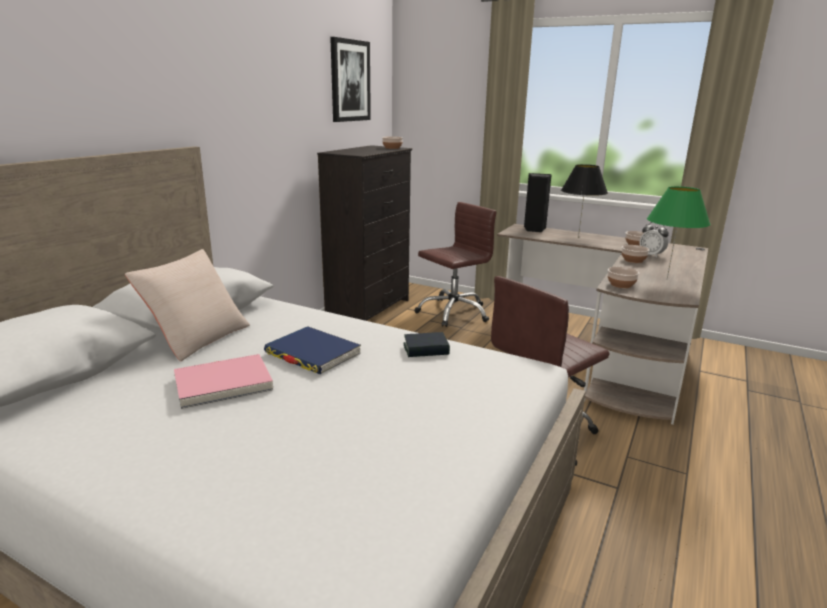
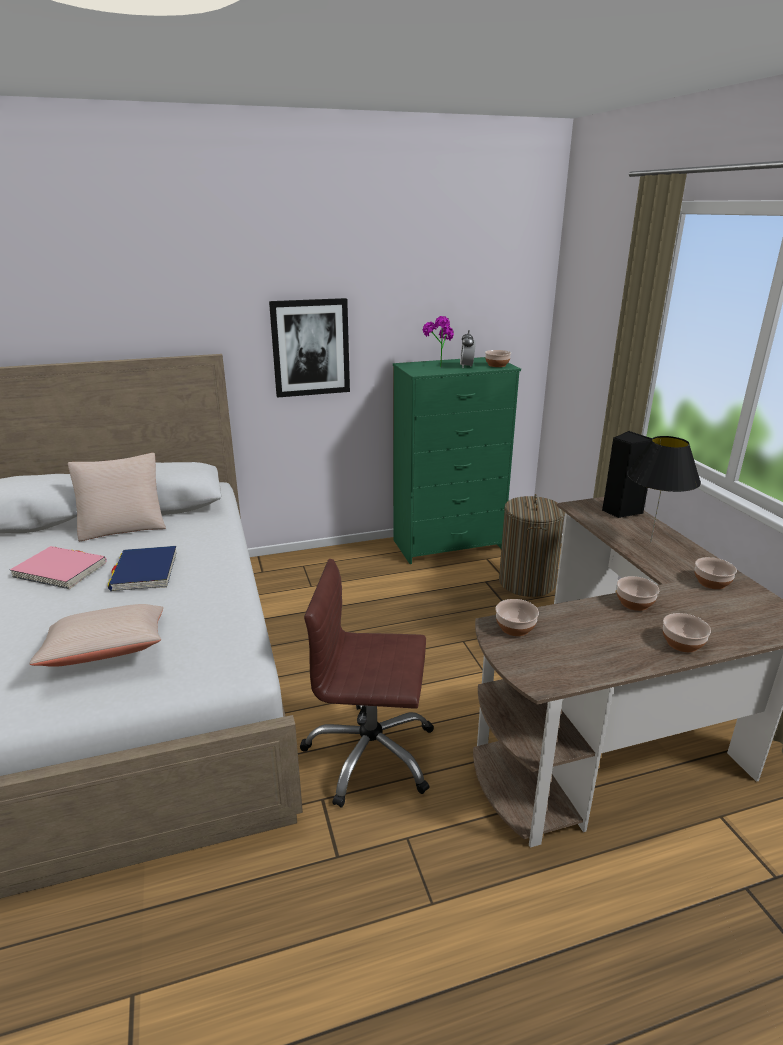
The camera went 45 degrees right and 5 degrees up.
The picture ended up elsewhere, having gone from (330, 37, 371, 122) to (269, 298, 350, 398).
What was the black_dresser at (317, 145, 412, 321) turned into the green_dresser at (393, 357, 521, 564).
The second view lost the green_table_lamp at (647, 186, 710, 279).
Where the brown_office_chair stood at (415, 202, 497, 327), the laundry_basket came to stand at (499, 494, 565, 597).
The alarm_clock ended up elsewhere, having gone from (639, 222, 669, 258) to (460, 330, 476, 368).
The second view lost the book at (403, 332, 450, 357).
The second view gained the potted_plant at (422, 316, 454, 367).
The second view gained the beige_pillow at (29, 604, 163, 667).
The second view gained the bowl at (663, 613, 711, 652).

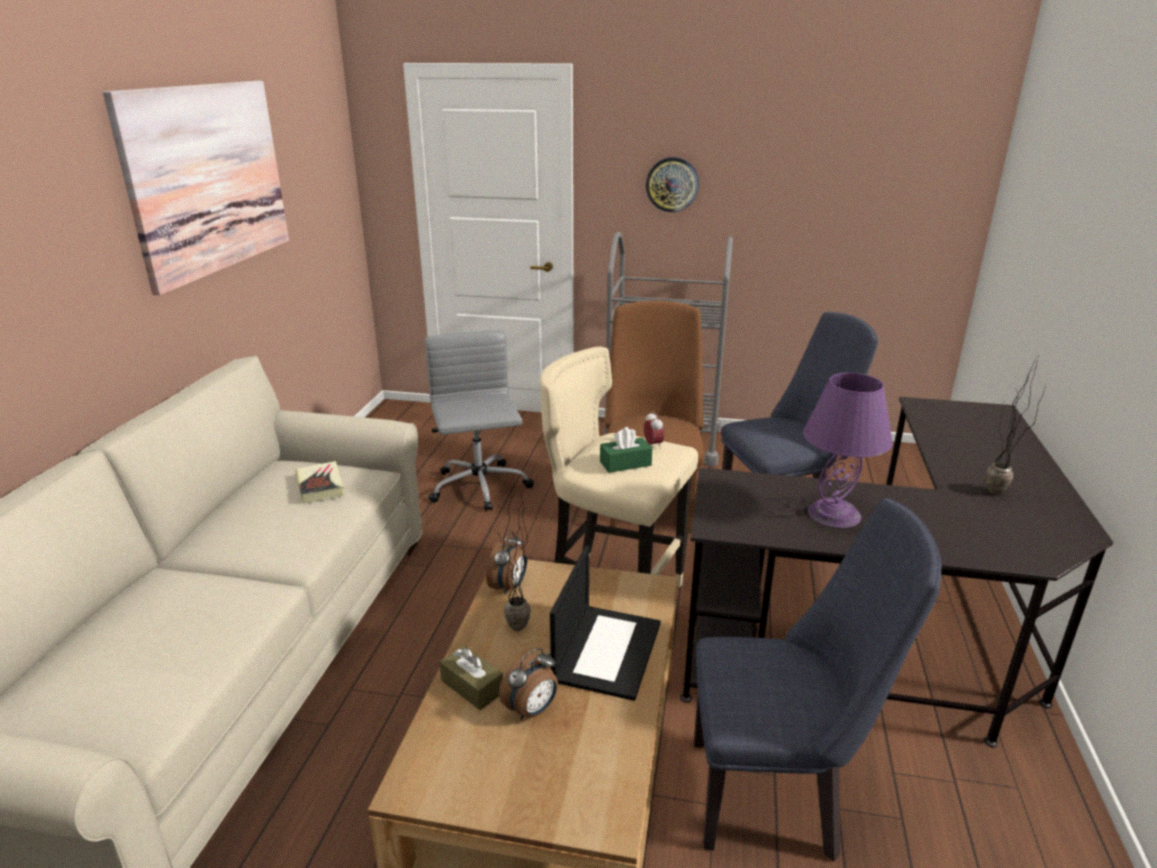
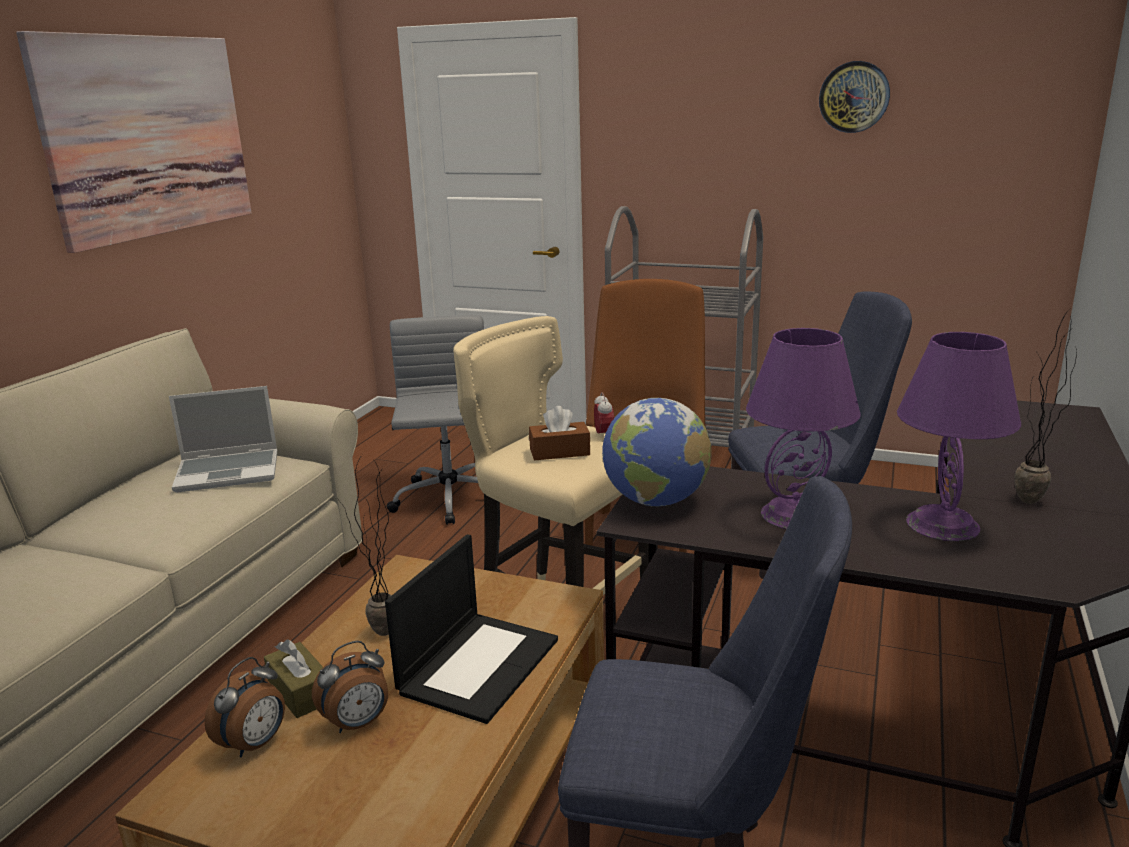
The camera went 10 degrees right and 5 degrees down.
The wall_clock ended up elsewhere, having gone from (646, 157, 699, 212) to (819, 61, 890, 133).
What was the green_tissue_box at (600, 427, 652, 473) turned into the brown_tissue_box at (529, 406, 590, 460).
Where the book stood at (295, 461, 344, 504), the laptop came to stand at (169, 386, 277, 493).
The alarm_clock ended up elsewhere, having gone from (486, 531, 527, 595) to (204, 657, 285, 758).
The second view gained the purple_table_lamp at (897, 332, 1021, 541).
The second view gained the globe at (602, 398, 712, 507).

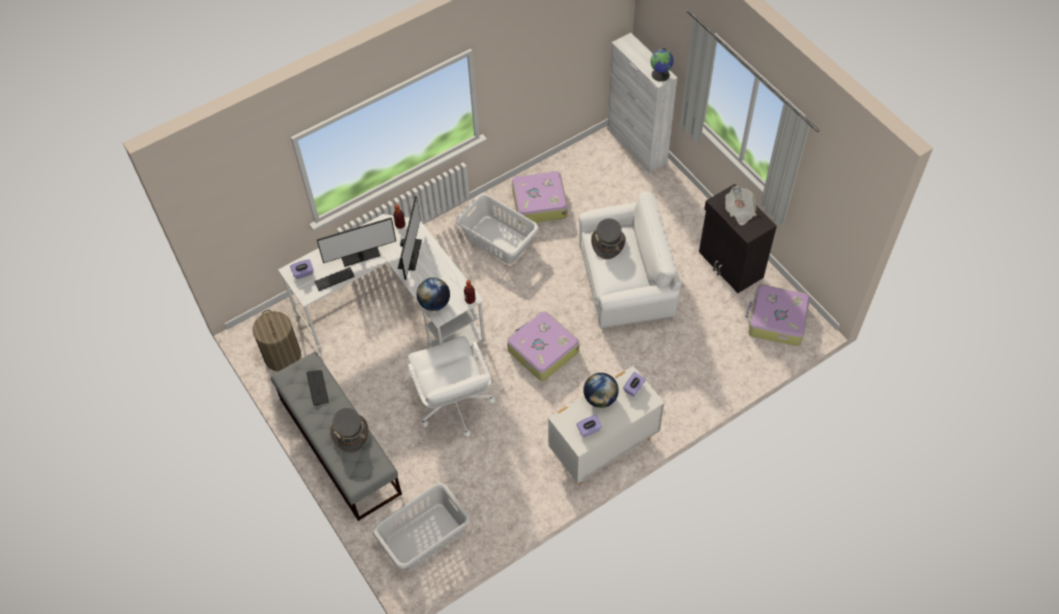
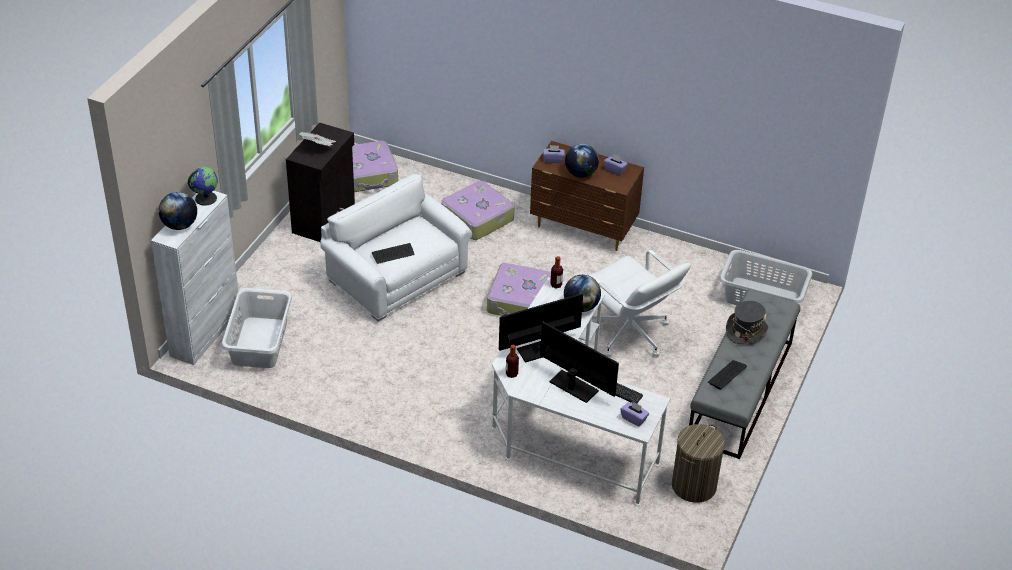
The camera went 125 degrees left and 15 degrees down.
The suitcase ended up elsewhere, having gone from (512, 171, 568, 224) to (441, 181, 515, 240).
The white_laundry_basket ended up elsewhere, having gone from (456, 194, 539, 264) to (222, 288, 292, 368).
Where the grey_hat stood at (591, 218, 626, 259), the keyboard came to stand at (372, 243, 414, 264).
The white_office_chair at (408, 336, 495, 437) ended up facing another way, 105 degrees clockwise from before.
What was the white_dresser at (548, 366, 664, 485) turned into the brown_dresser at (530, 141, 644, 251).
The second view gained the globe at (159, 192, 197, 230).

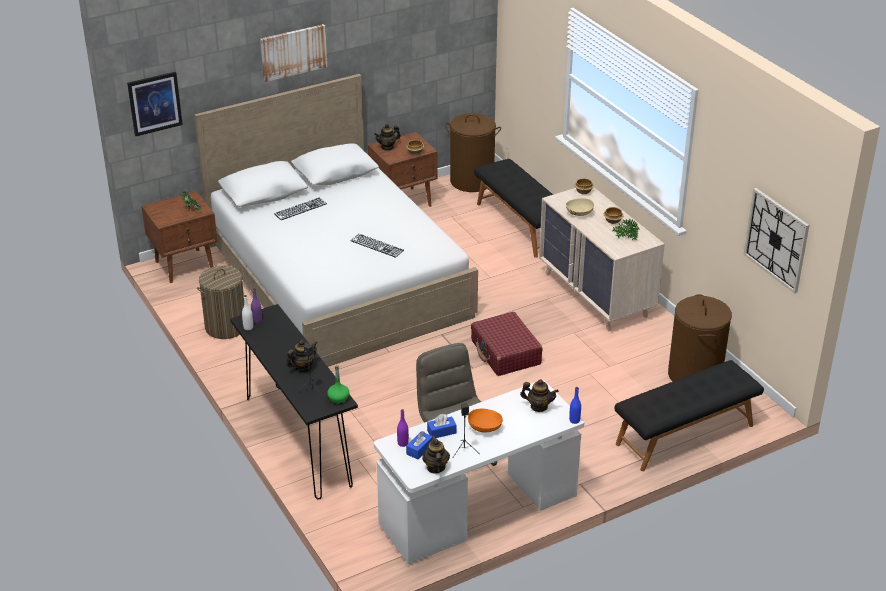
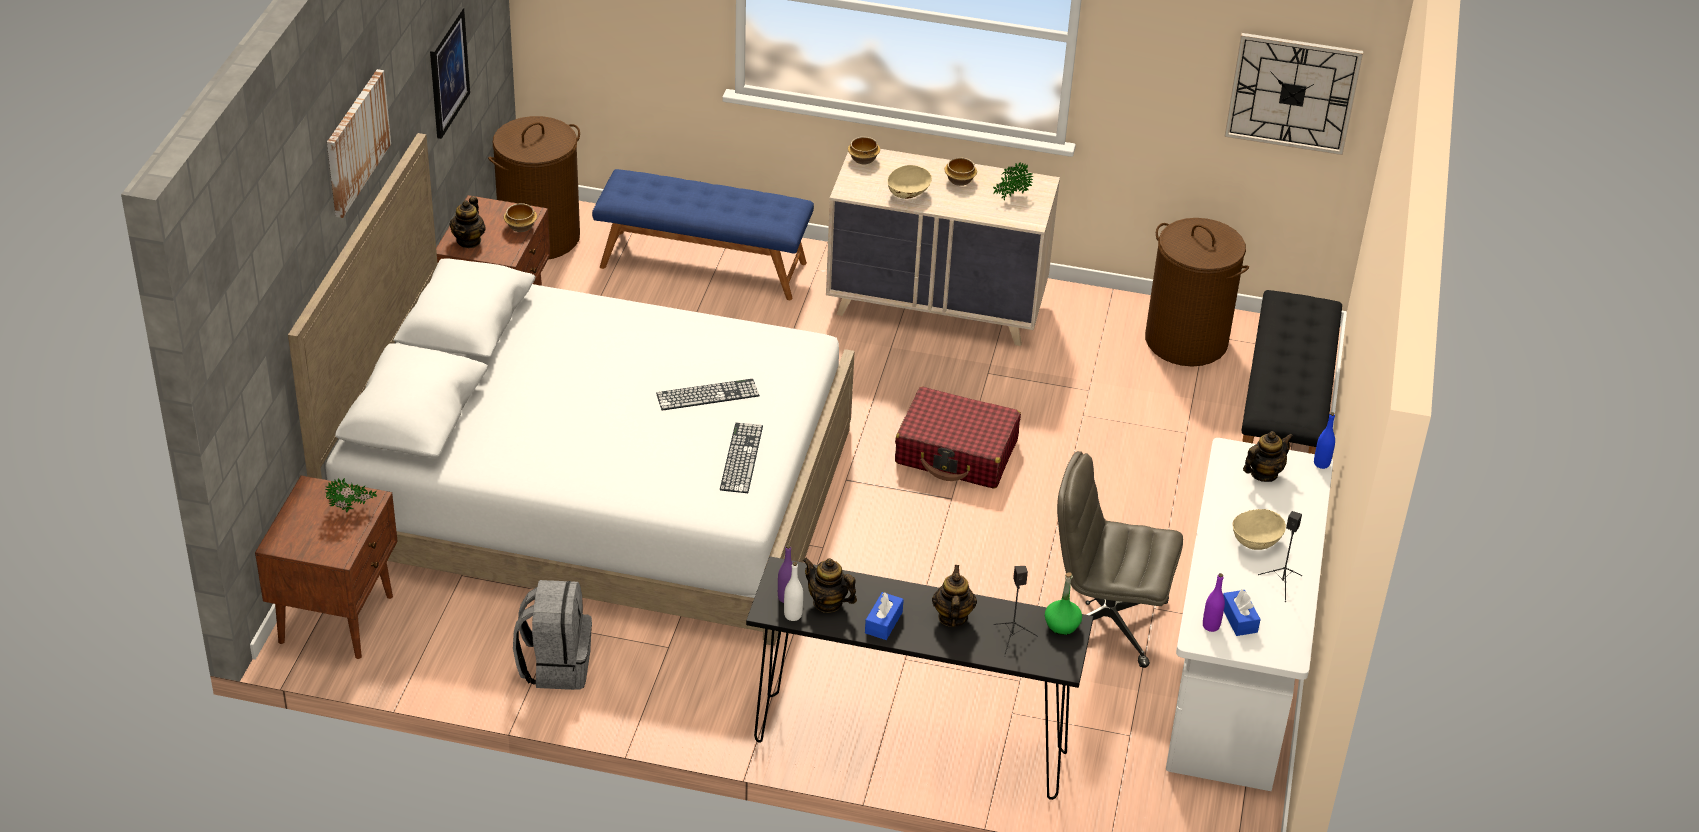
The camera went 50 degrees left and 5 degrees up.
The picture ended up elsewhere, having gone from (127, 72, 183, 136) to (430, 7, 470, 139).
What was the black_bench at (474, 159, 553, 258) turned into the blue_bench at (592, 169, 814, 300).
The keyboard ended up elsewhere, having gone from (274, 197, 327, 220) to (720, 423, 763, 493).
Where the laundry_basket stood at (197, 266, 244, 339), the grey_backpack came to stand at (513, 580, 592, 690).
What was the orange_bowl at (468, 408, 503, 432) turned into the beige_bowl at (1232, 509, 1286, 550).
The blue_tissue_box ended up elsewhere, having gone from (427, 414, 457, 438) to (865, 592, 904, 640).
The teapot ended up elsewhere, having gone from (422, 435, 450, 474) to (802, 558, 857, 613).

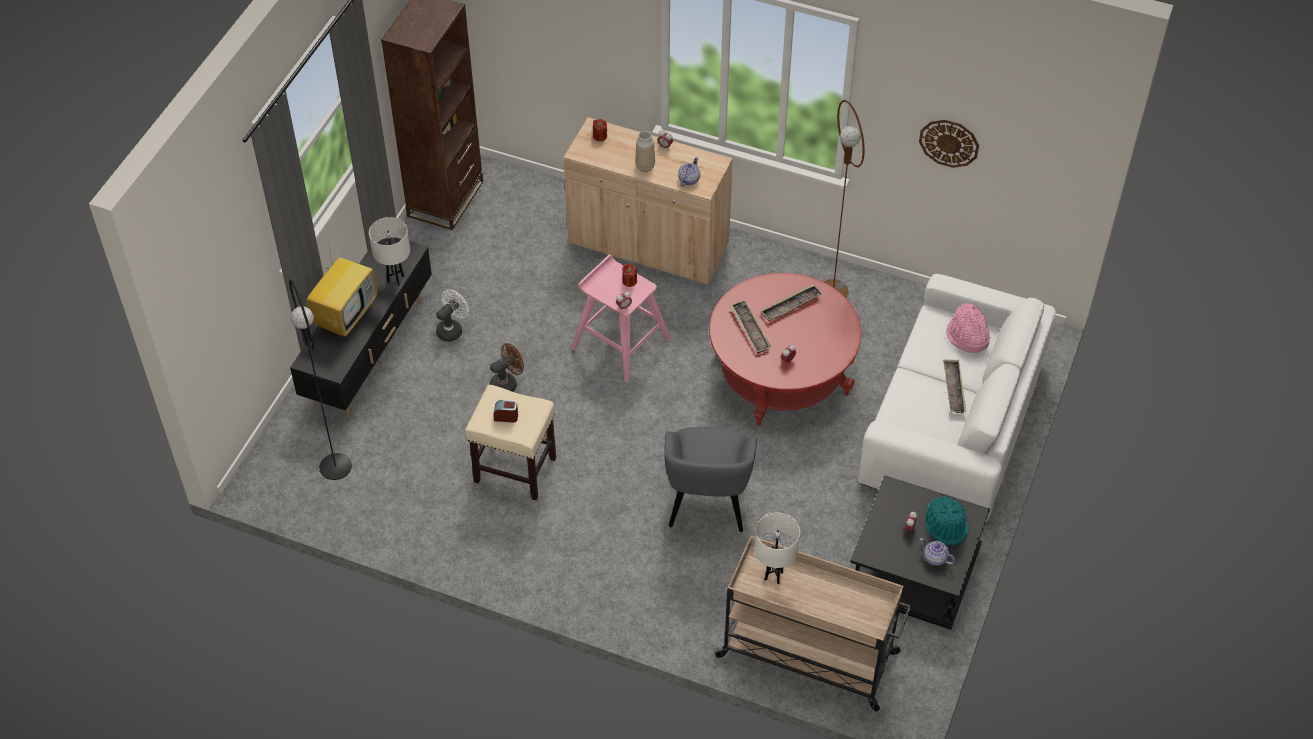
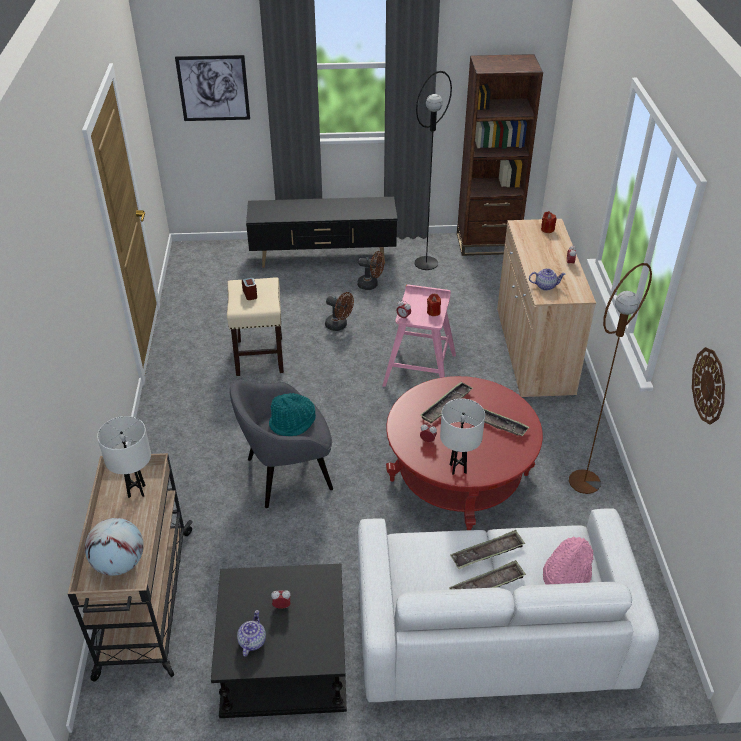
The camera went 65 degrees right and 10 degrees down.
The second view lost the vase at (635, 131, 655, 172).
The white_table_lamp ended up elsewhere, having gone from (369, 217, 410, 285) to (440, 399, 485, 475).
The second view lost the television at (306, 240, 377, 337).
The black_floor_lamp ended up elsewhere, having gone from (289, 279, 352, 480) to (414, 71, 452, 270).
What was the white_fan at (436, 289, 469, 342) turned into the brown_fan at (357, 251, 384, 290).
The turquoise_hat ended up elsewhere, having gone from (926, 496, 969, 545) to (269, 393, 316, 436).
The second view gained the picture at (175, 55, 250, 121).
The second view gained the globe at (85, 518, 144, 576).
The second view gained the tray at (450, 530, 525, 569).

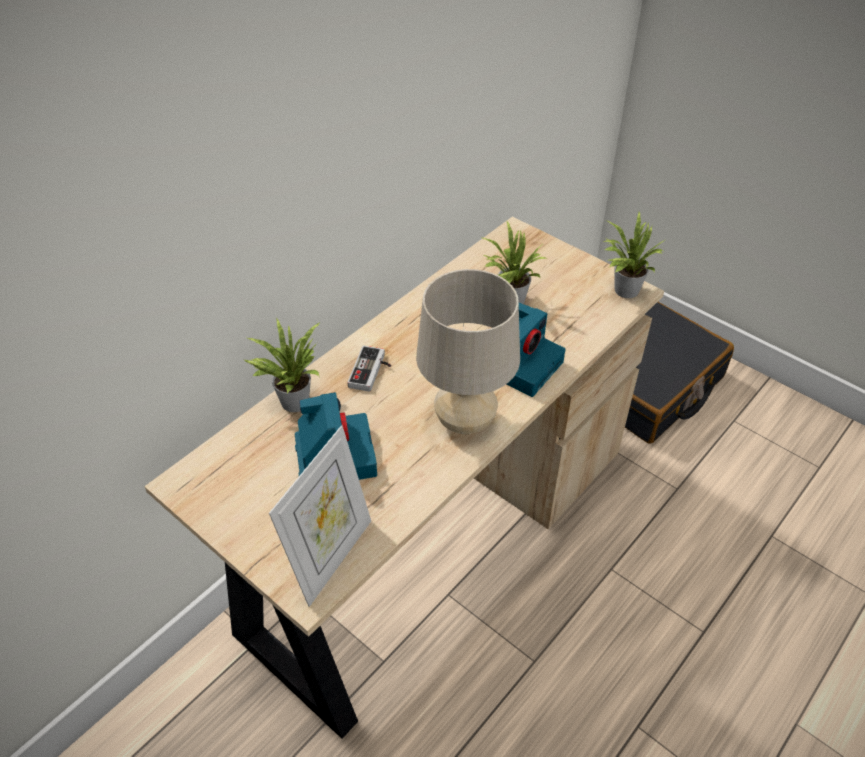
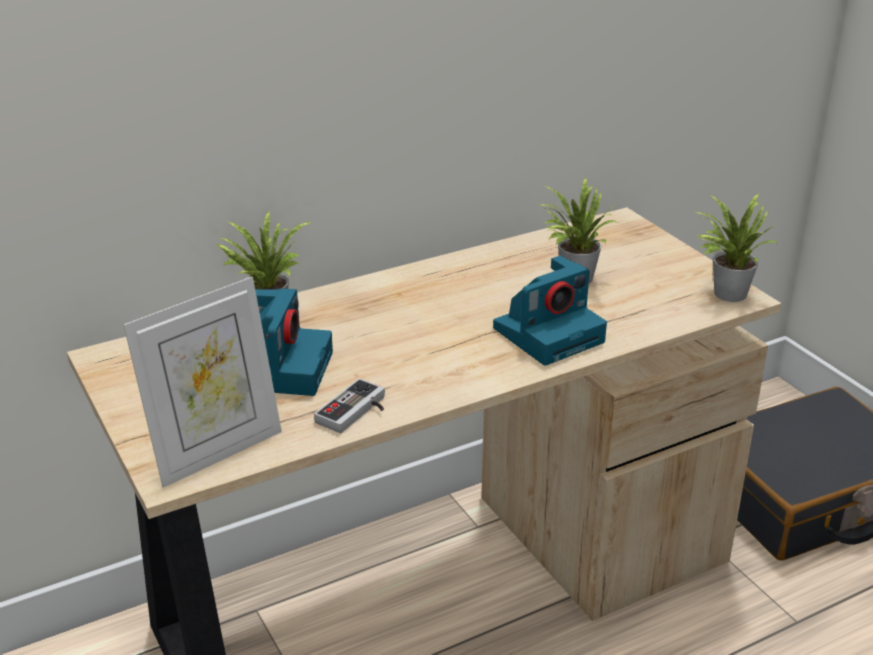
The camera went 20 degrees right and 15 degrees down.
The second view lost the beige_table_lamp at (416, 269, 520, 434).
The game_controller ended up elsewhere, having gone from (347, 346, 391, 392) to (314, 378, 385, 433).

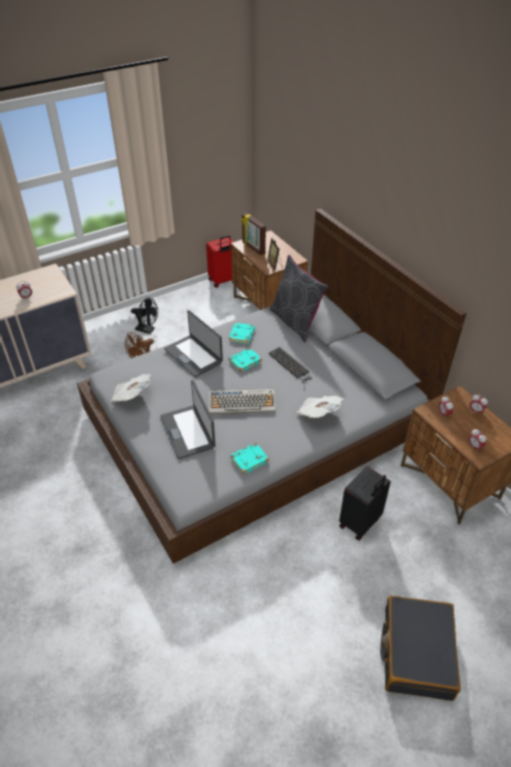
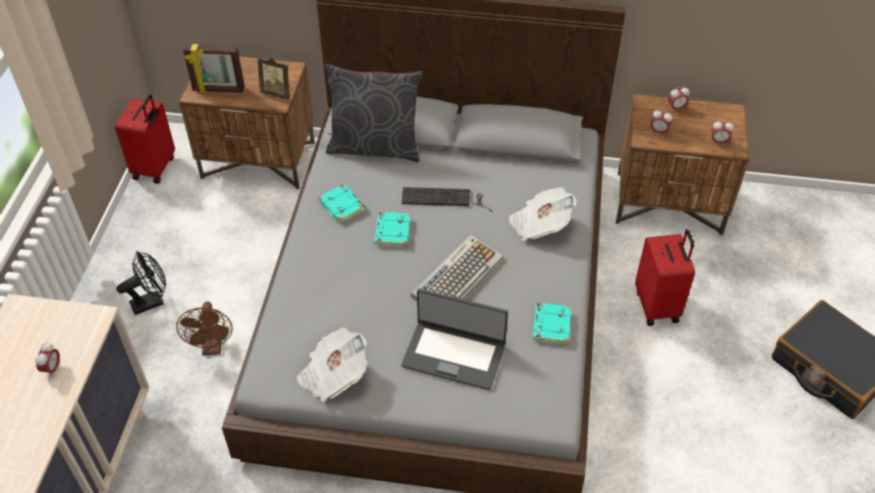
The camera went 50 degrees left and 5 degrees up.
The second view lost the laptop at (164, 310, 223, 377).
What was the black_suitcase at (339, 466, 391, 541) turned into the red_suitcase at (635, 229, 695, 326).

